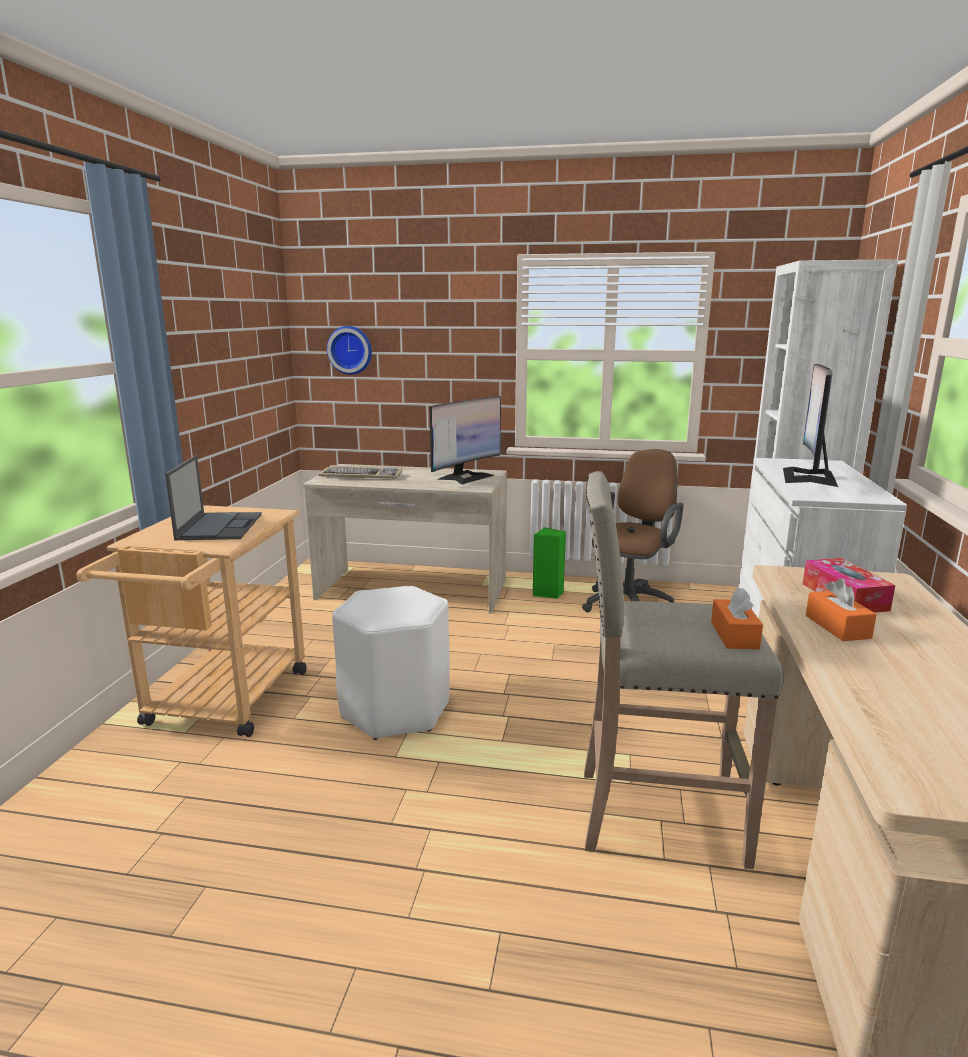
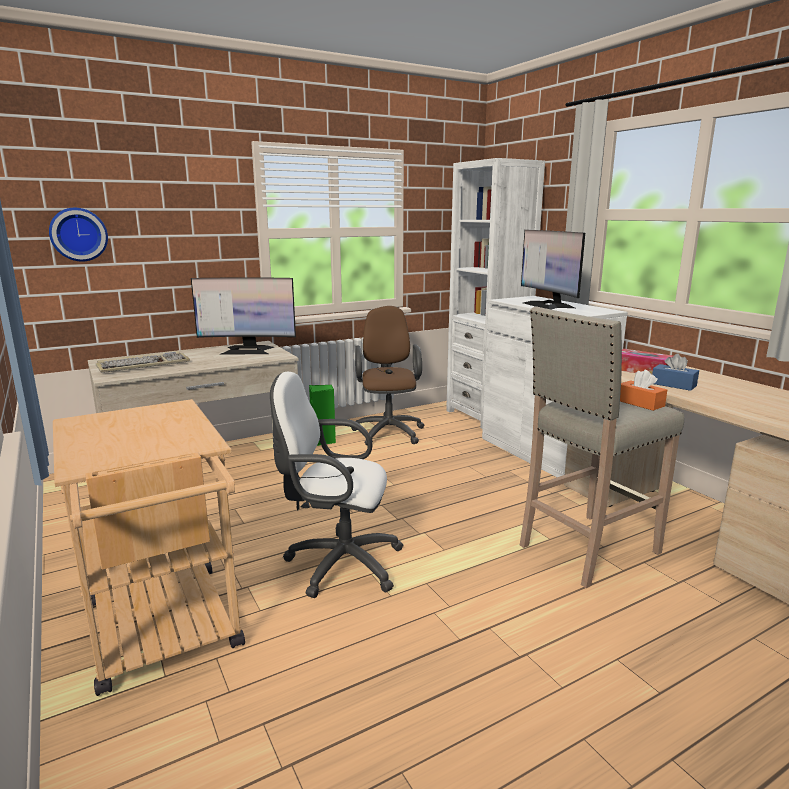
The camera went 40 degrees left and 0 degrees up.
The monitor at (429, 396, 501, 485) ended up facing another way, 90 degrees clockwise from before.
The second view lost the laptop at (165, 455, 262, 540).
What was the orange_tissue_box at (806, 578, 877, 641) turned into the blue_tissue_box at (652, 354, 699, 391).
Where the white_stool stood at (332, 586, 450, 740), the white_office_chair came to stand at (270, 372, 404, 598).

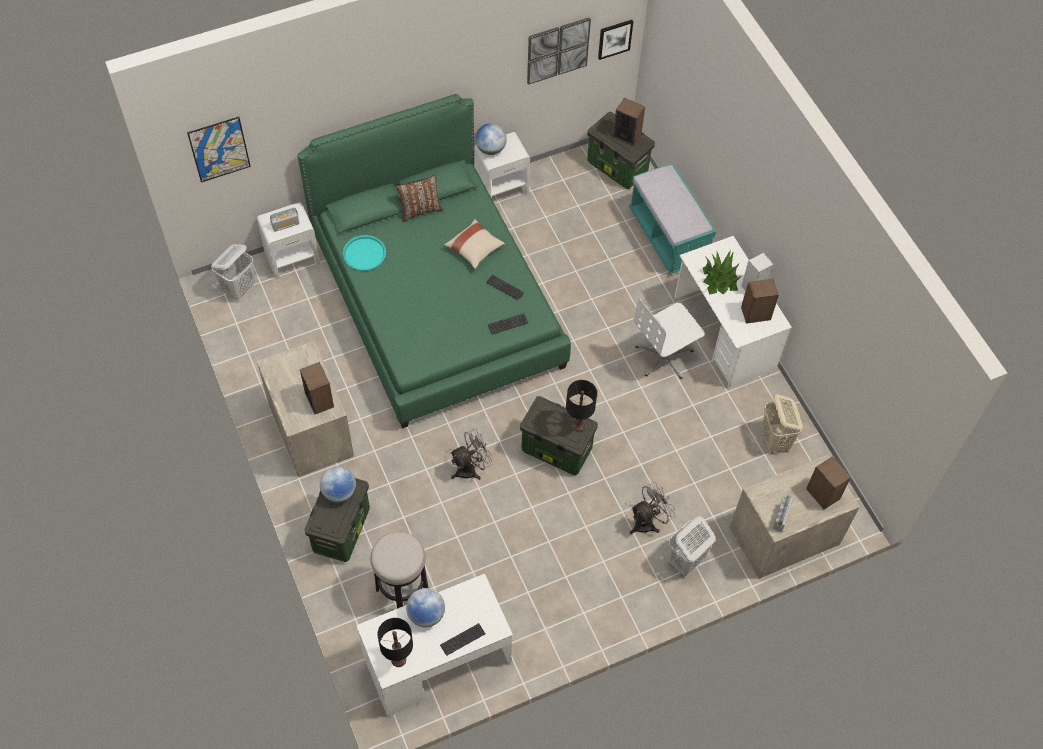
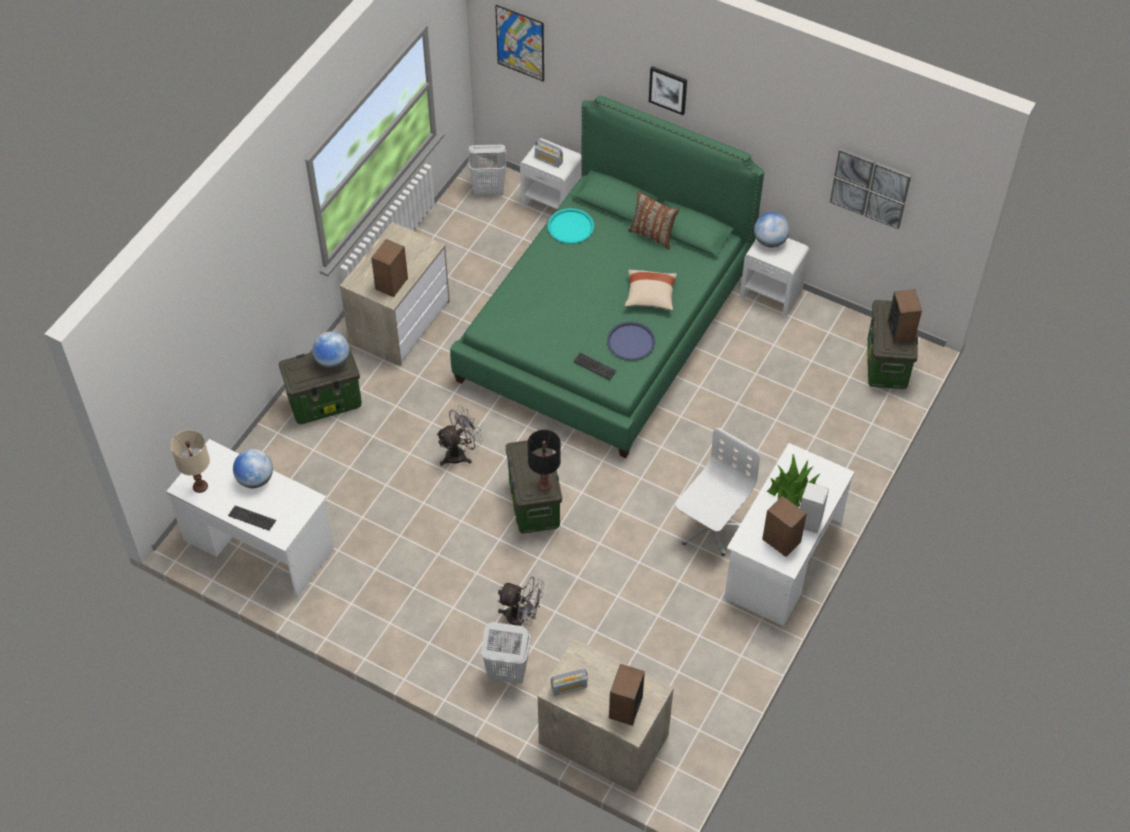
The camera went 55 degrees right and 5 degrees down.
The picture ended up elsewhere, having gone from (598, 20, 633, 60) to (649, 66, 687, 115).
The second view lost the turquoise_bench at (629, 163, 716, 274).
Where the keyboard stood at (486, 275, 524, 300), the blue_tray came to stand at (607, 321, 656, 361).
The white_office_chair at (633, 299, 705, 379) ended up facing another way, 105 degrees clockwise from before.
The second view lost the beige_laundry_basket at (762, 395, 803, 453).
The grey_fan at (450, 429, 493, 480) ended up facing another way, 60 degrees counterclockwise from before.
The second view lost the stool at (370, 531, 429, 609).
What was the black_table_lamp at (377, 618, 413, 667) turned into the beige_table_lamp at (171, 430, 210, 493).

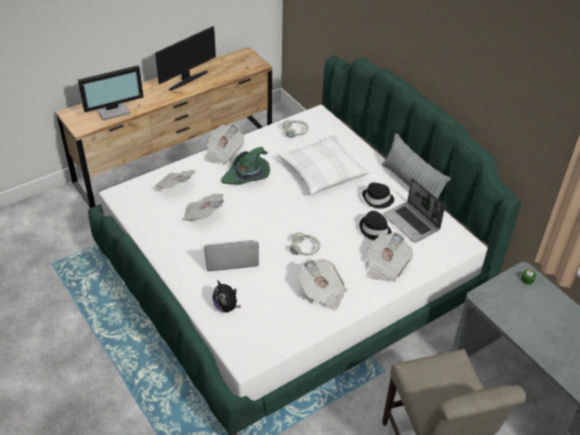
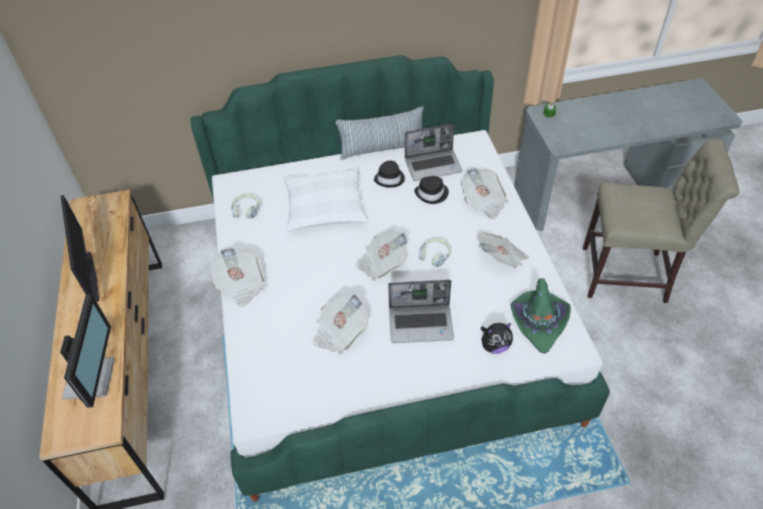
The camera went 65 degrees left and 5 degrees up.
The green_hat ended up elsewhere, having gone from (221, 147, 270, 185) to (510, 278, 571, 354).
The newspaper ended up elsewhere, having gone from (154, 170, 196, 189) to (356, 229, 409, 281).
The laptop at (204, 240, 259, 271) ended up facing another way, 105 degrees counterclockwise from before.

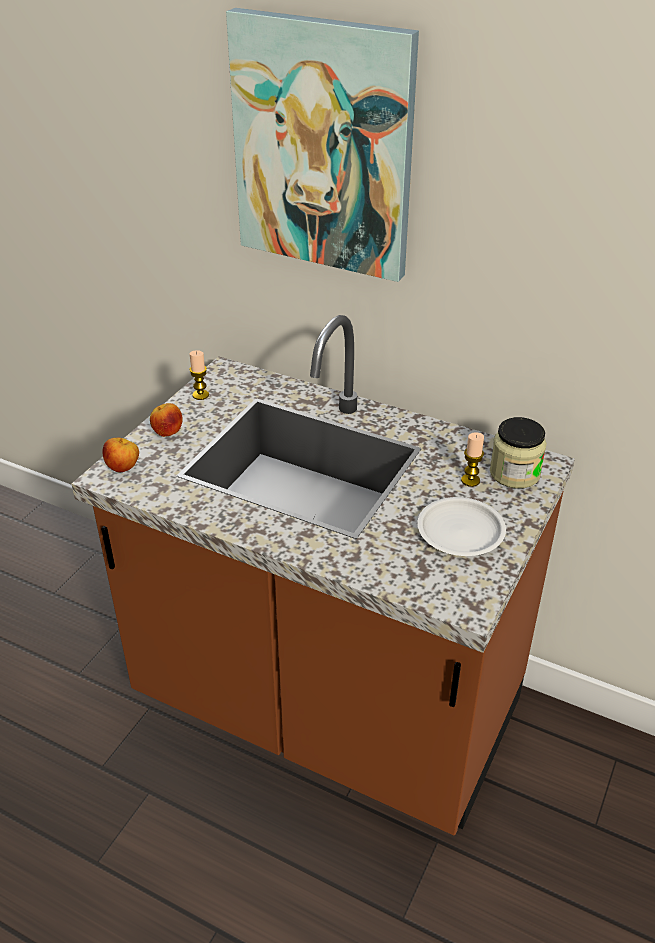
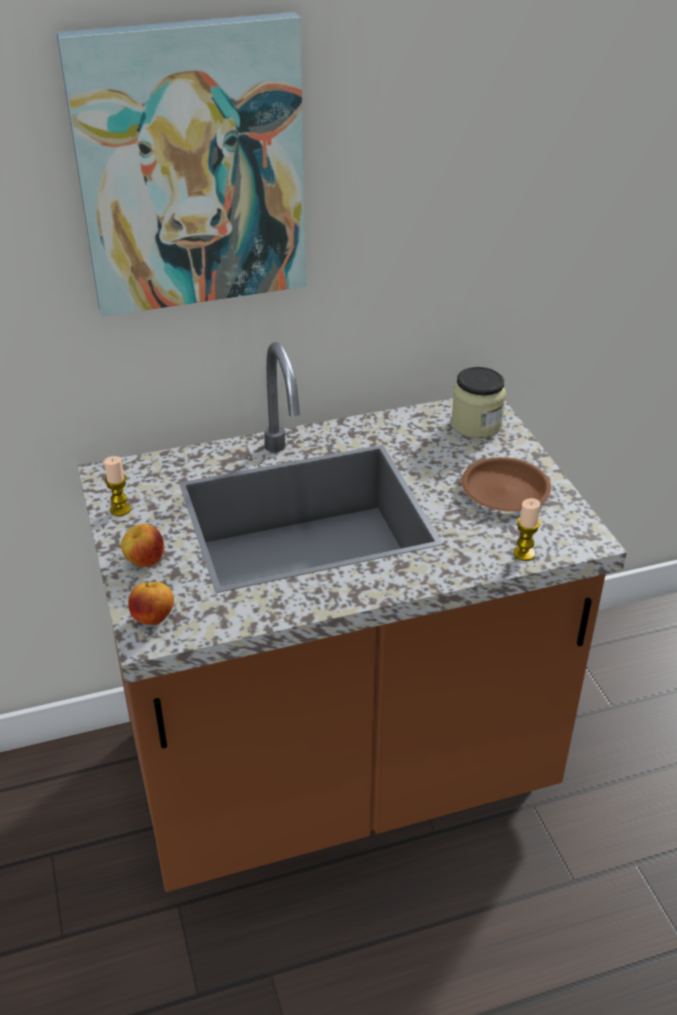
The camera went 45 degrees left and 0 degrees up.
The candle ended up elsewhere, having gone from (461, 432, 484, 487) to (513, 498, 540, 561).
What was the white_plate at (417, 497, 506, 556) turned into the brown_plate at (461, 457, 551, 512).

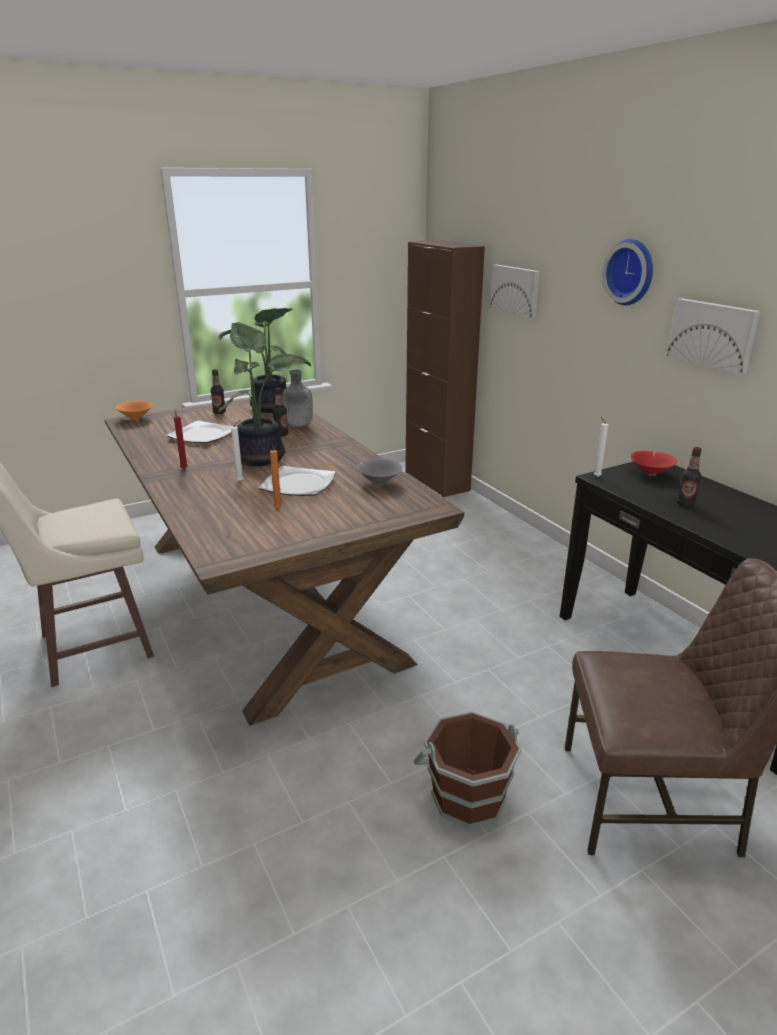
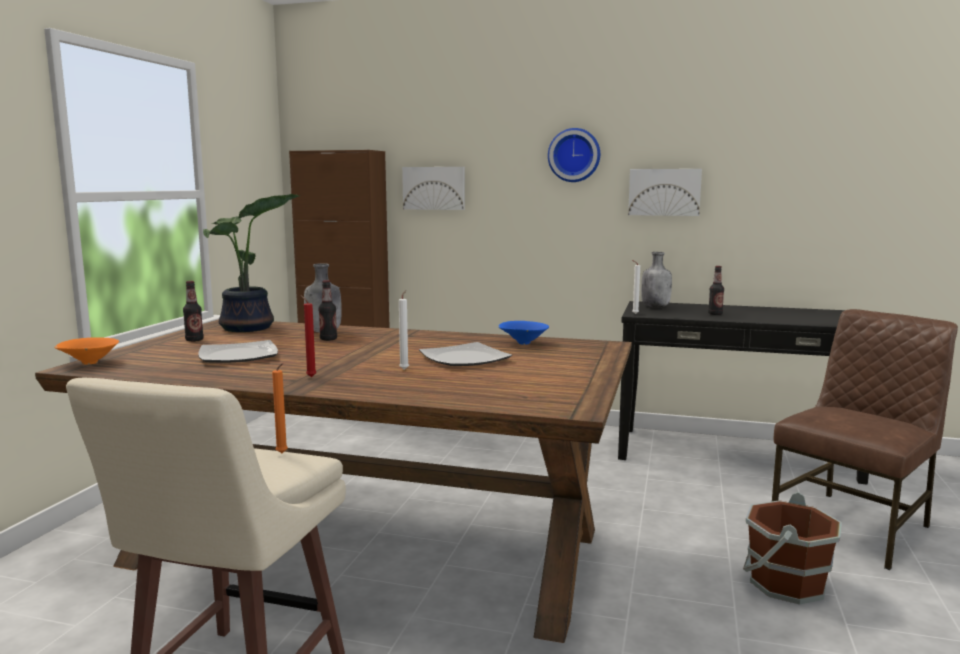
The camera went 45 degrees left and 15 degrees down.
The second view lost the potted_plant at (219, 322, 311, 466).
The orange_candle ended up elsewhere, having gone from (270, 447, 282, 509) to (272, 363, 288, 453).
Where the red_bowl stood at (631, 451, 677, 476), the grey_bottle came to stand at (641, 252, 672, 308).
What was the grey_bowl at (356, 458, 402, 485) turned into the blue_bowl at (498, 321, 549, 345).

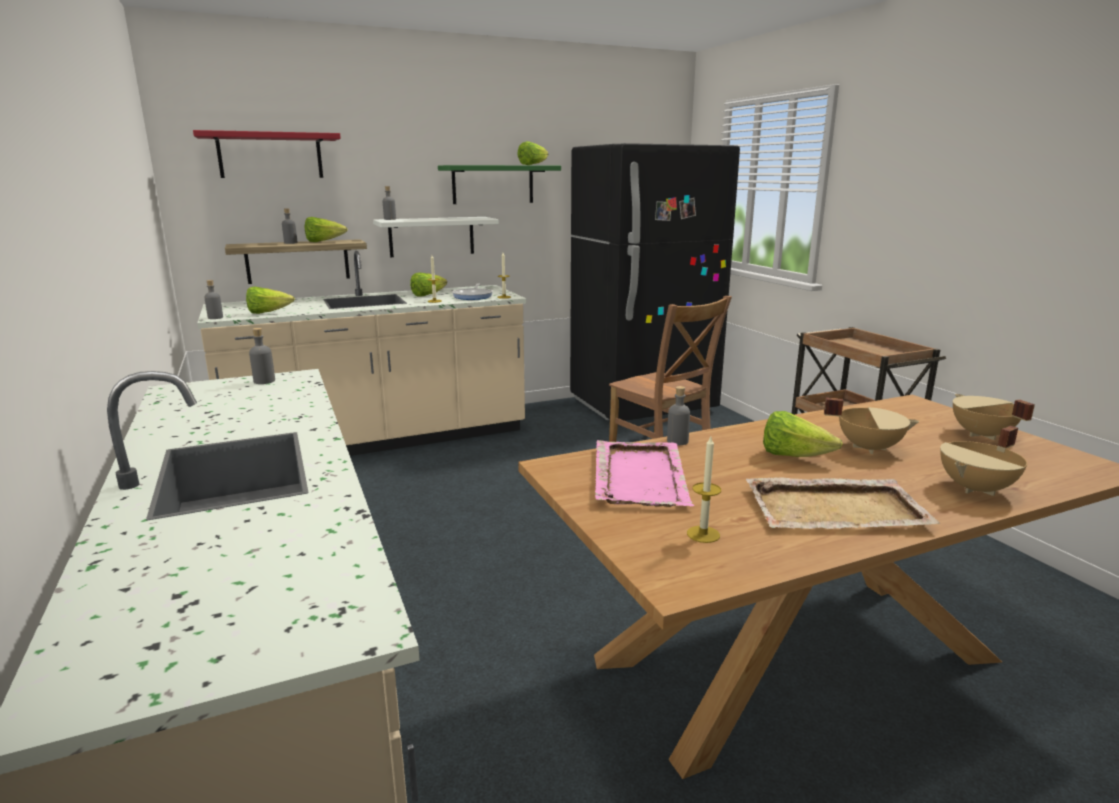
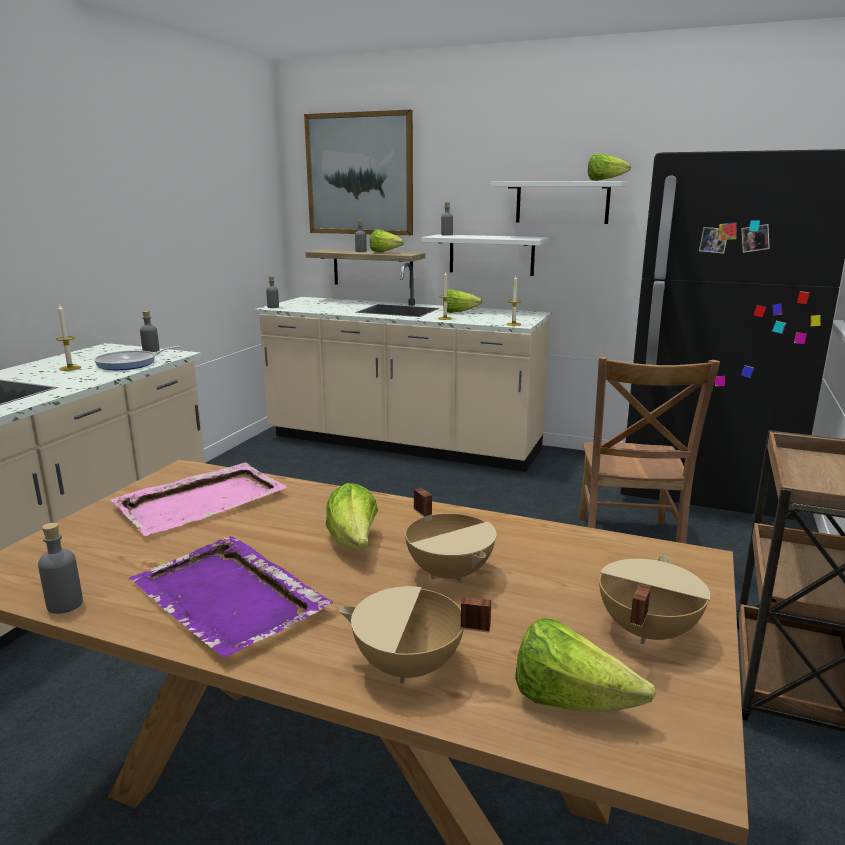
The camera went 45 degrees right and 0 degrees up.
Where the red_shelf hung at (193, 130, 341, 178), the picture came to hang at (304, 110, 413, 235).
What was the green_shelf at (438, 165, 561, 204) turned into the white_shelf at (491, 181, 627, 224).
The frying_pan ended up elsewhere, having gone from (452, 283, 493, 300) to (94, 346, 180, 370).
The lettuce ended up elsewhere, having gone from (246, 287, 295, 314) to (515, 618, 656, 713).
The grey_bottle ended up elsewhere, having gone from (667, 386, 690, 445) to (38, 523, 83, 614).
The candle ended up elsewhere, having gone from (687, 437, 721, 543) to (56, 305, 81, 371).
What was the beige_tray at (746, 477, 940, 529) turned into the purple_tray at (129, 536, 333, 658).

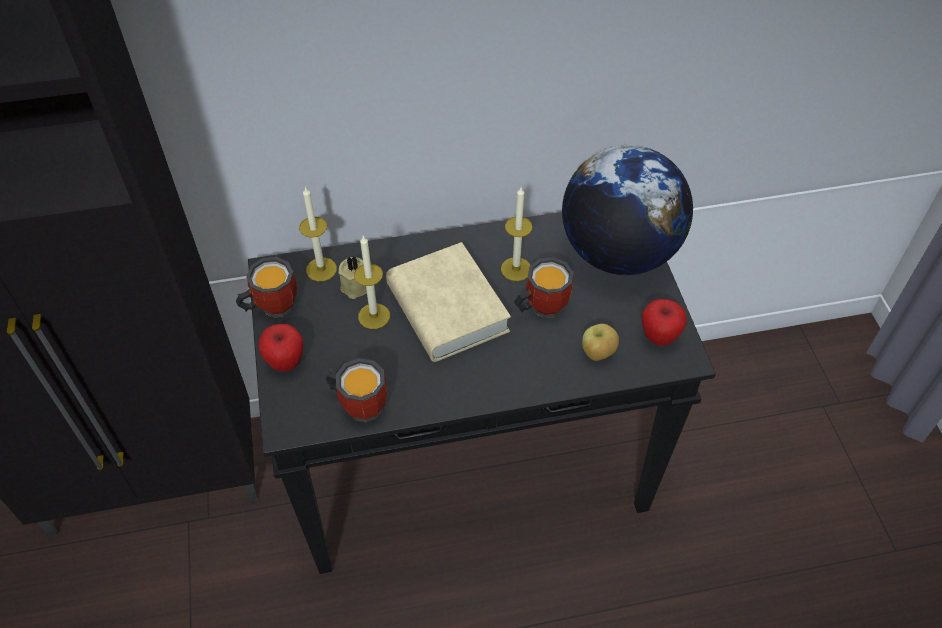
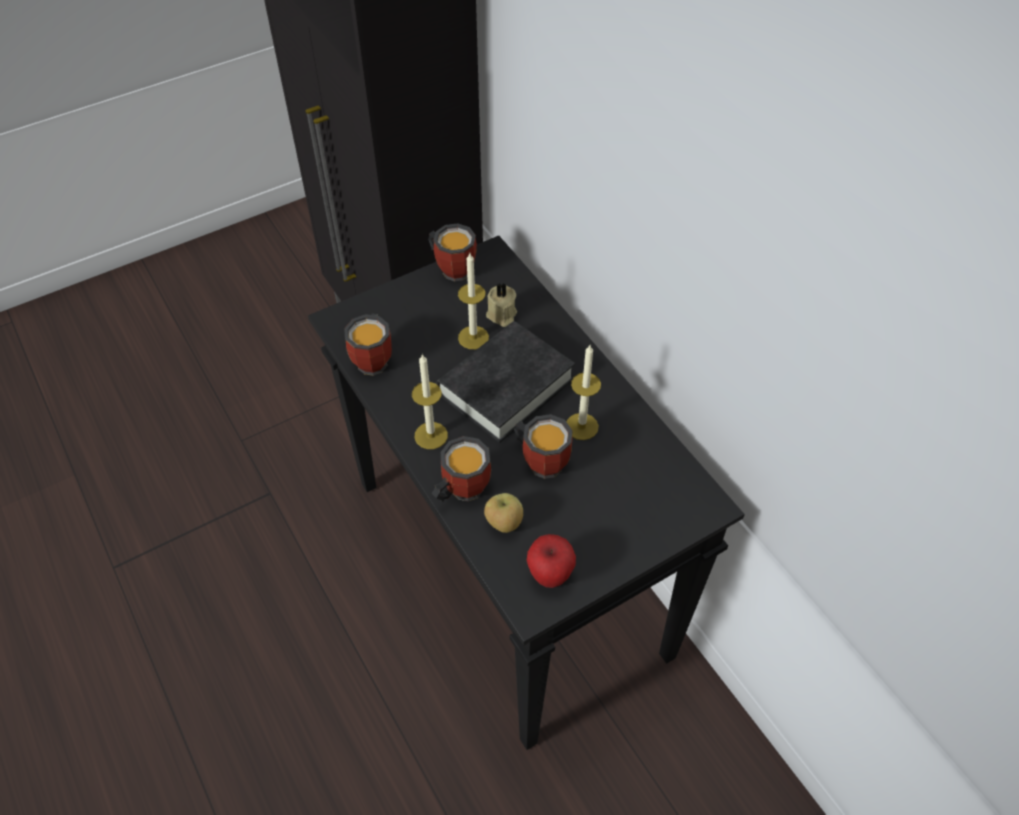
The camera went 70 degrees right and 0 degrees up.
The second view lost the globe at (562, 145, 693, 275).
The candle ended up elsewhere, having gone from (299, 187, 337, 281) to (412, 354, 448, 449).
What was the beige_book at (386, 242, 511, 362) turned into the black_book at (436, 321, 575, 443).
The second view lost the apple at (258, 324, 304, 372).
The second view gained the mug at (431, 436, 491, 503).

